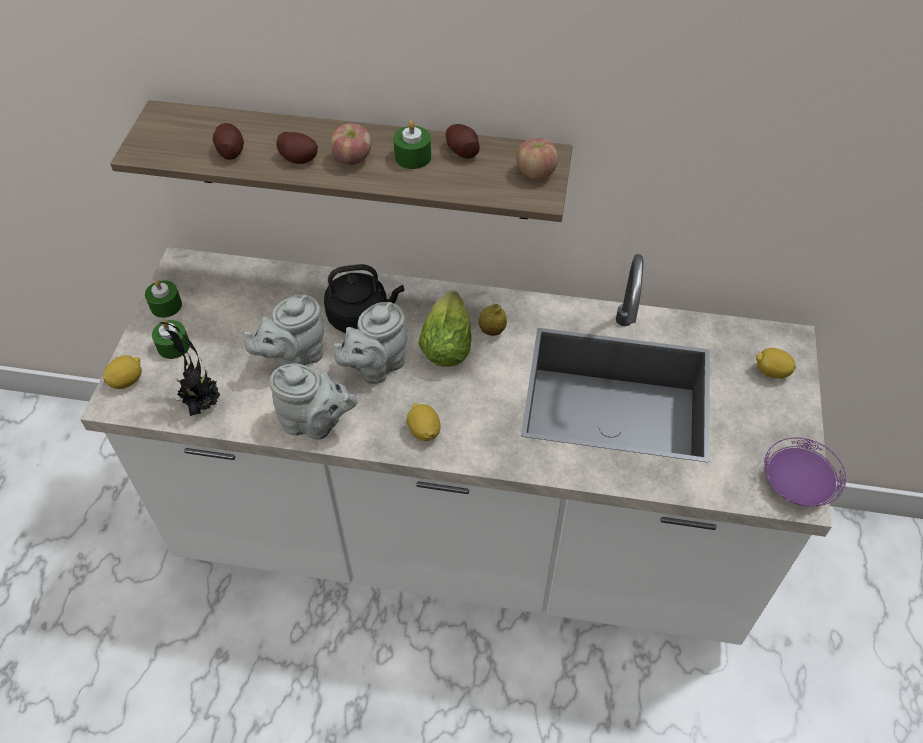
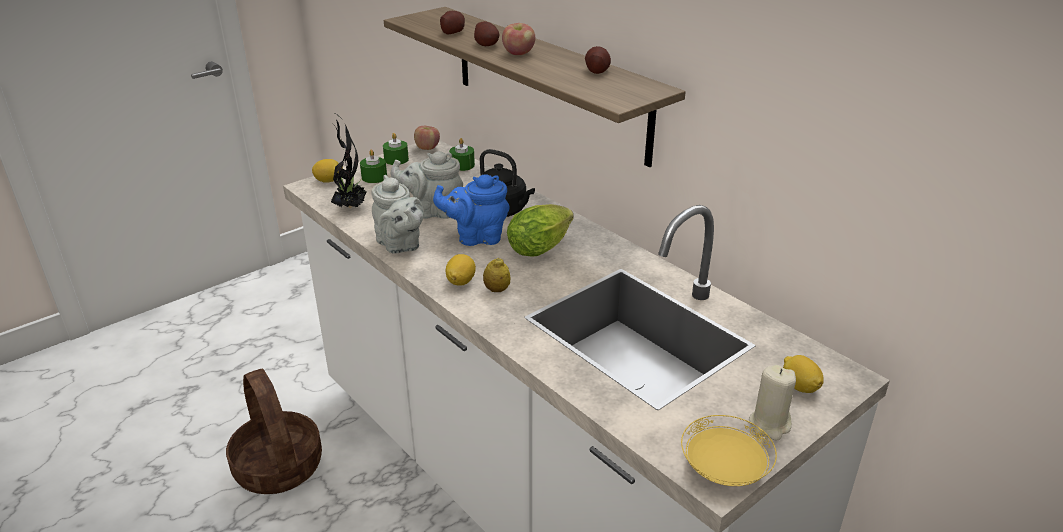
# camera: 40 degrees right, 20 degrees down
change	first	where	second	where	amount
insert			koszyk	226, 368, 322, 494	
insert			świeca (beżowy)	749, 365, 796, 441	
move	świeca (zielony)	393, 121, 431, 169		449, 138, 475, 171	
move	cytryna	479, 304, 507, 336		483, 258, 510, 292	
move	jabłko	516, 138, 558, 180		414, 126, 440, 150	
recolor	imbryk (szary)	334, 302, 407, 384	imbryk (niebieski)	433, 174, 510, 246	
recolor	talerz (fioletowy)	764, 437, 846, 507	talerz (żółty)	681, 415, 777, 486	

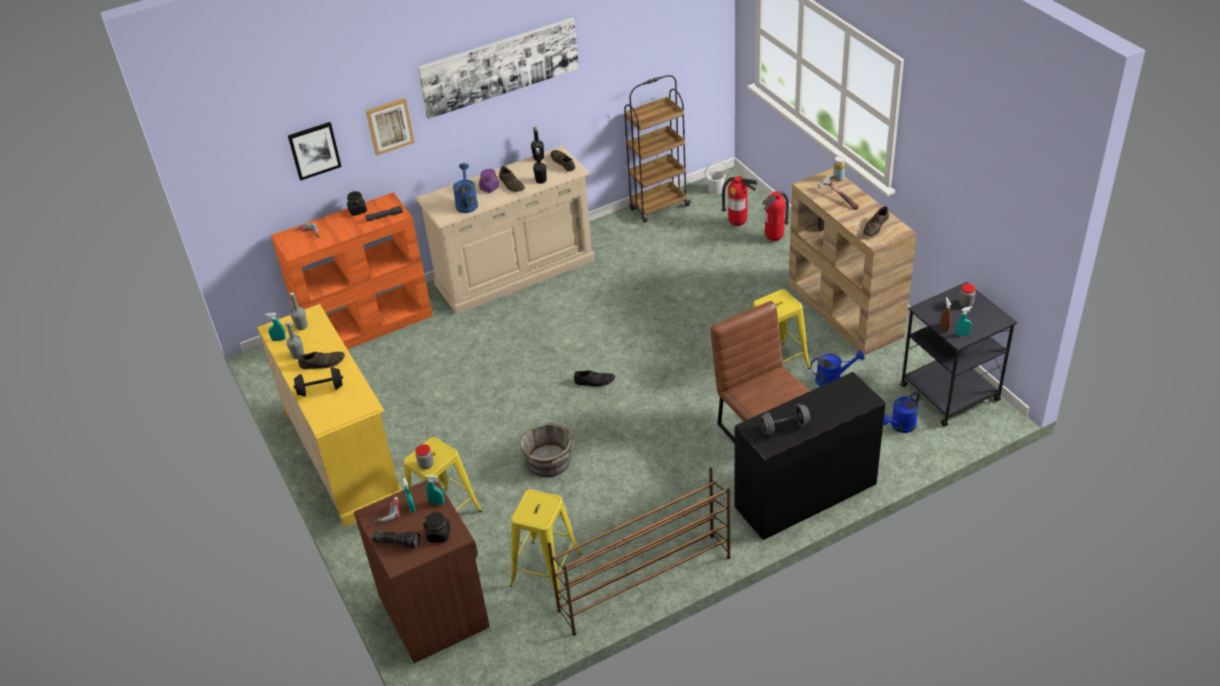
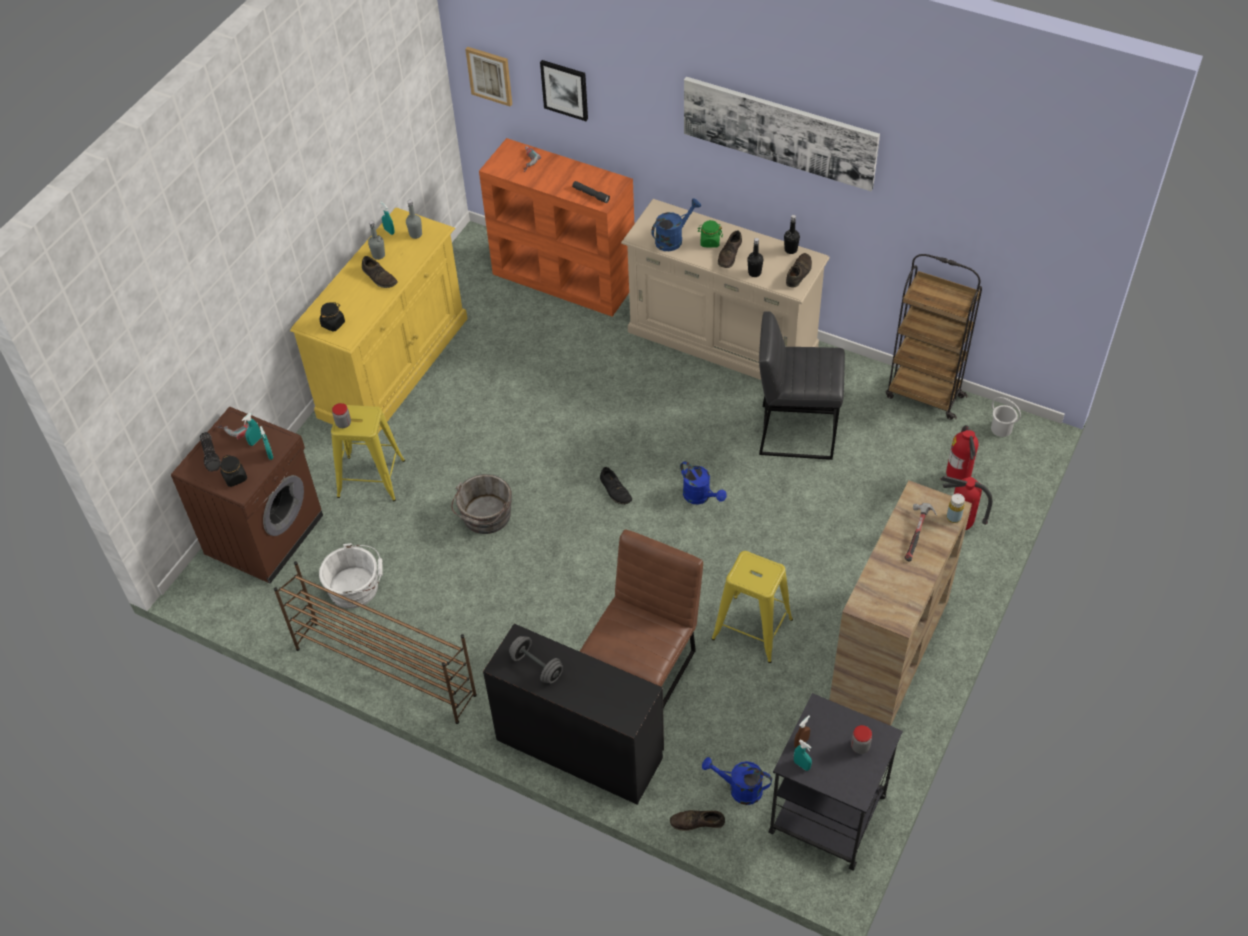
# camera: 55 degrees right, 10 degrees up
change	first	where	second	where	amount
delete	hantel (czarny)	294, 367, 343, 397			
insert			stołek (szary)	759, 311, 845, 460	
move	słoik (czarny)	347, 191, 367, 216		320, 302, 345, 332	
move	obraz	366, 98, 414, 155		465, 47, 512, 106	
move	konewka (niebieski)	810, 350, 865, 386		680, 461, 726, 505	
move	but (brązowy)	863, 206, 889, 237		670, 810, 725, 831	
replace	stołek (żółty)	510, 489, 581, 599	wiadro (biały)	319, 543, 383, 609	
recolor	słoik (fioletowy)	479, 169, 499, 193	słoik (zielony)	698, 220, 723, 248	

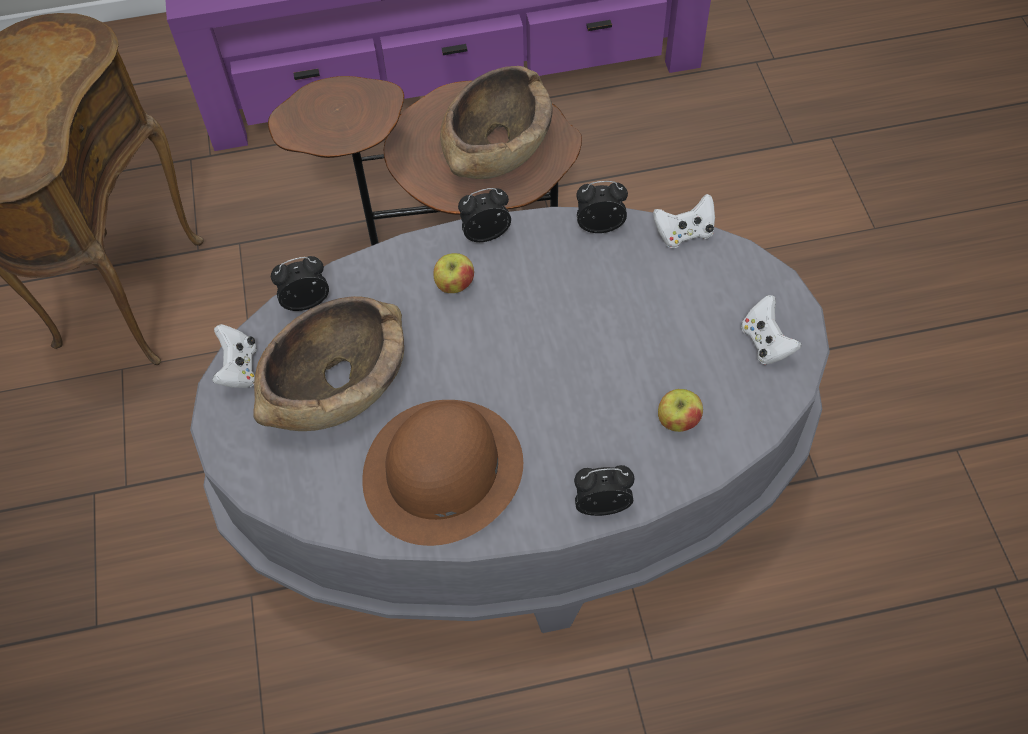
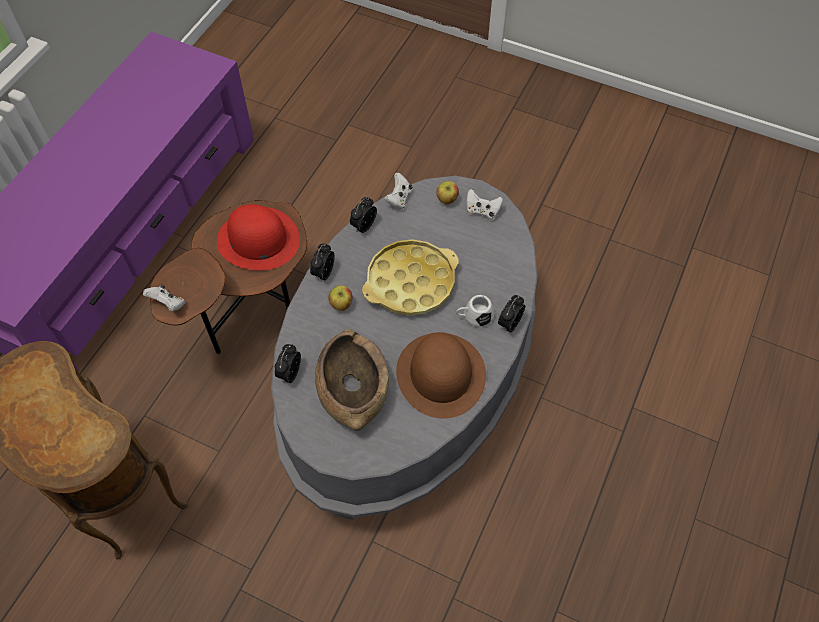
# camera: 55 degrees left, 0 degrees up
change	first	where	second	where	amount
insert			taca (żółty)	362, 239, 459, 316	
insert			kubek (biały)	456, 295, 494, 327	
move	pad do gier (biały)	212, 324, 256, 388		143, 285, 185, 311	
move	jabłko	658, 389, 703, 432		436, 181, 459, 205	
replace	miska (brązowy)	440, 66, 553, 179	kapelusz (czerwony)	217, 204, 300, 270	

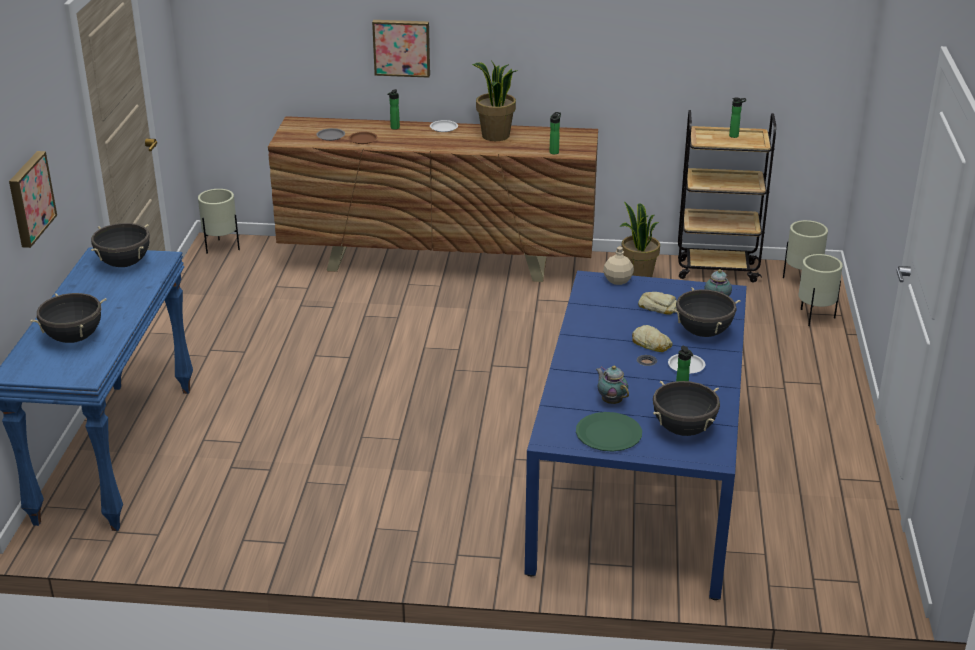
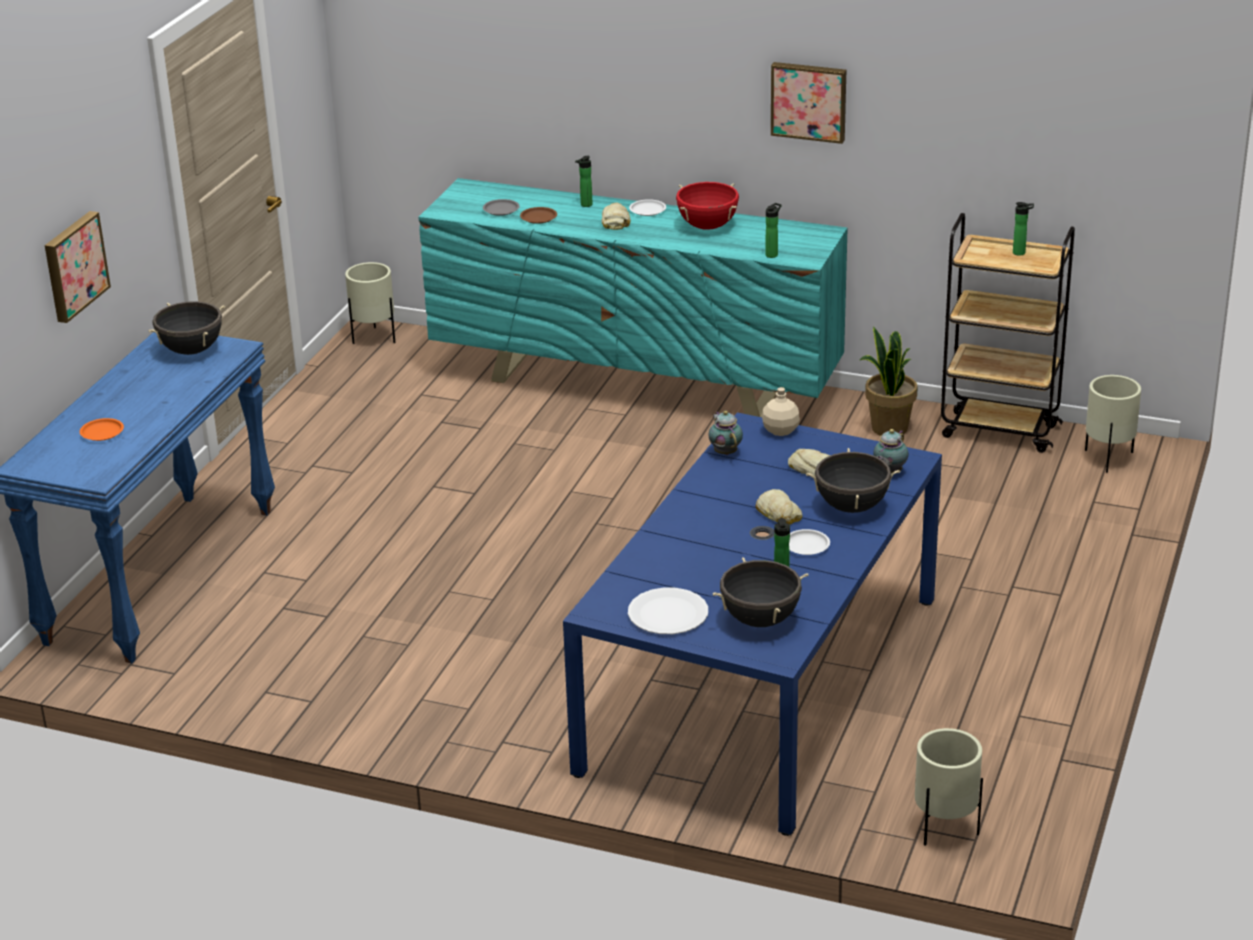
# camera: 15 degrees right, 0 degrees up
change	first	where	second	where	amount
insert			chleb	602, 203, 631, 230	
move	obraz	372, 20, 430, 78		771, 62, 846, 144	
move	imbryk	596, 366, 629, 404		708, 411, 743, 455	
move	donica (beżowy)	798, 254, 843, 326		915, 728, 983, 846	
replace	garnek (czarny)	30, 293, 107, 343	talerz (pomarańczowy)	80, 418, 124, 441	
replace	roślina doniczkowa	471, 61, 517, 141	garnek (czerwony)	676, 182, 739, 230	
recolor	szafka (brązowy)	268, 116, 598, 282	szafka (turkusowy)	418, 178, 848, 417	
recolor	talerz (zielony)	576, 412, 642, 452	talerz (biały)	628, 588, 708, 634	

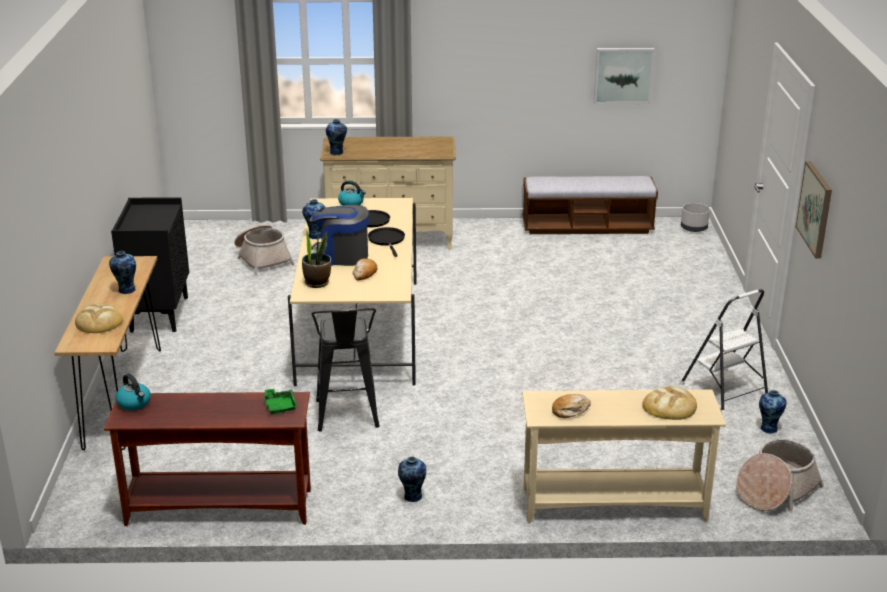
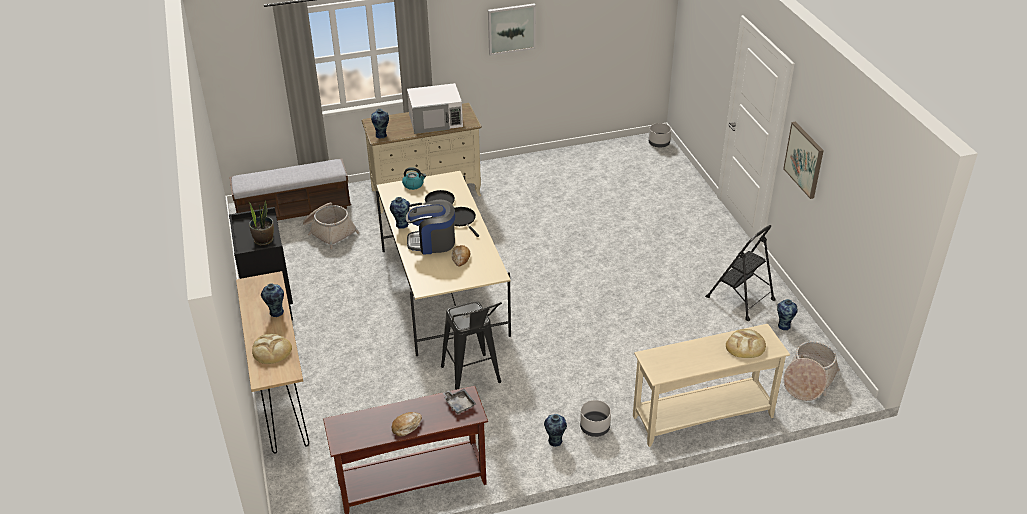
# camera: 15 degrees left, 10 degrees up
change	first	where	second	where	amount
delete	czajnik	115, 374, 151, 411			
insert			mikrofalówka (biały)	407, 83, 463, 134	
insert			donica (szary)	580, 400, 611, 437	
move	roślina doniczkowa	302, 230, 331, 288		248, 201, 274, 246	
move	ławka	522, 176, 658, 234		229, 159, 351, 221	
move	chleb	552, 394, 591, 418		392, 412, 422, 437	
move	obraz	594, 48, 655, 104		488, 3, 536, 56	
recolor	taca (zielony)	264, 389, 298, 414	taca (szary)	443, 389, 476, 414	
recolor	drabinka (biały)	679, 289, 768, 416	drabinka (czarny)	705, 225, 776, 321	

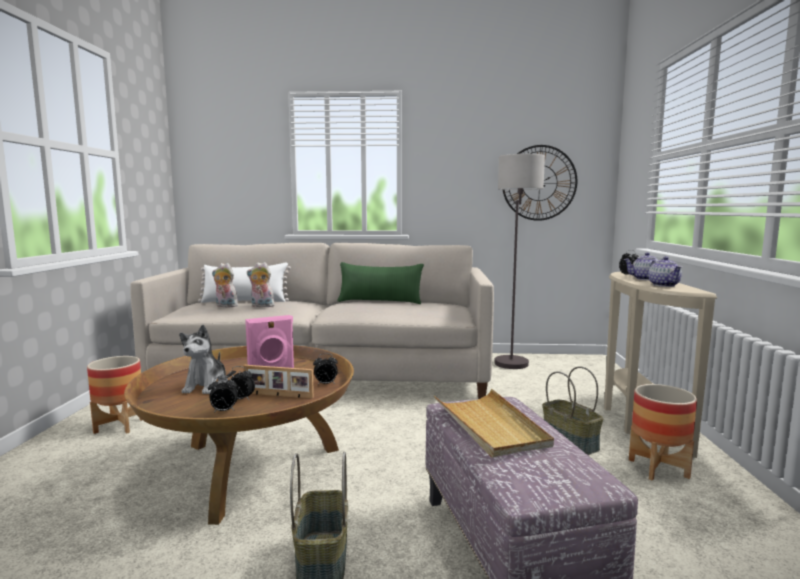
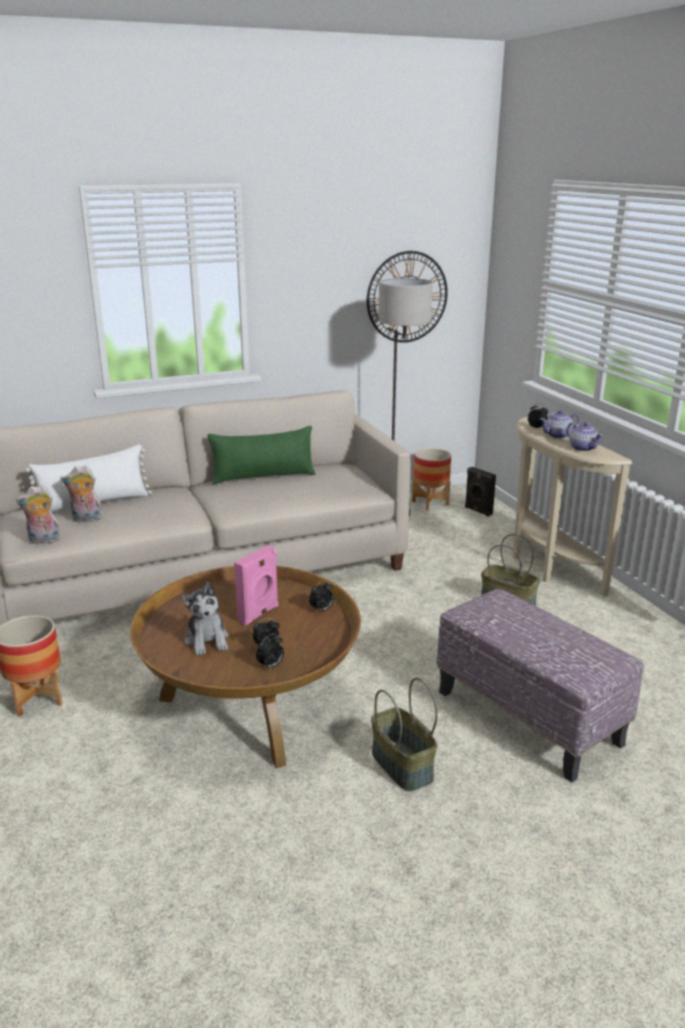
# camera: 25 degrees left, 15 degrees up
change	first	where	second	where	amount
delete	ramka na zdjęcie	243, 365, 314, 399			
delete	taca (beżowy)	434, 389, 554, 457			
insert			głośnik (czarny)	465, 467, 496, 517	
move	pluszak	247, 262, 276, 307		16, 485, 61, 544	
move	donica	629, 384, 697, 481		412, 448, 451, 511	

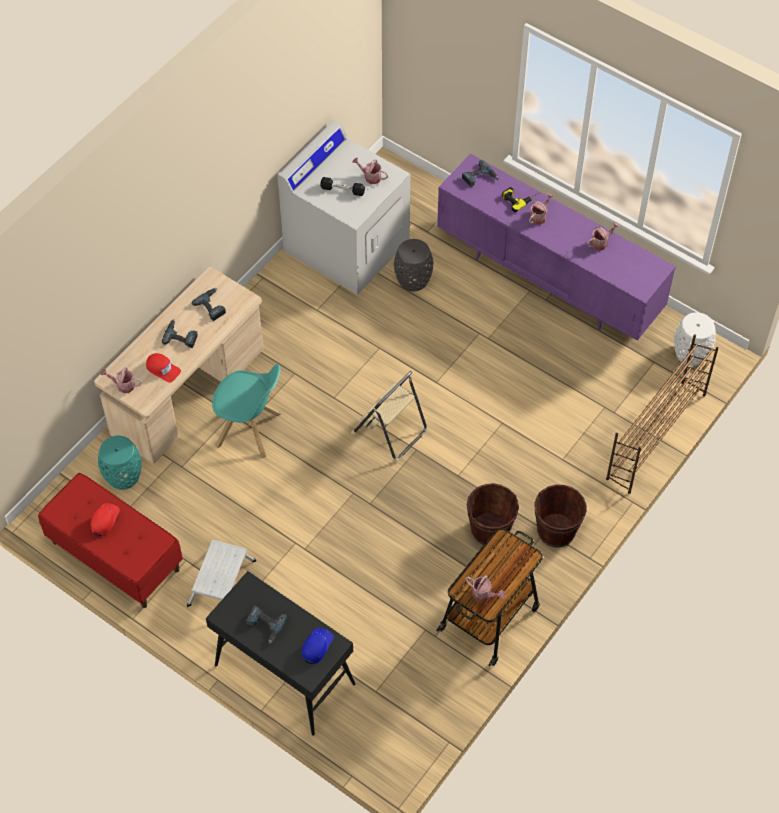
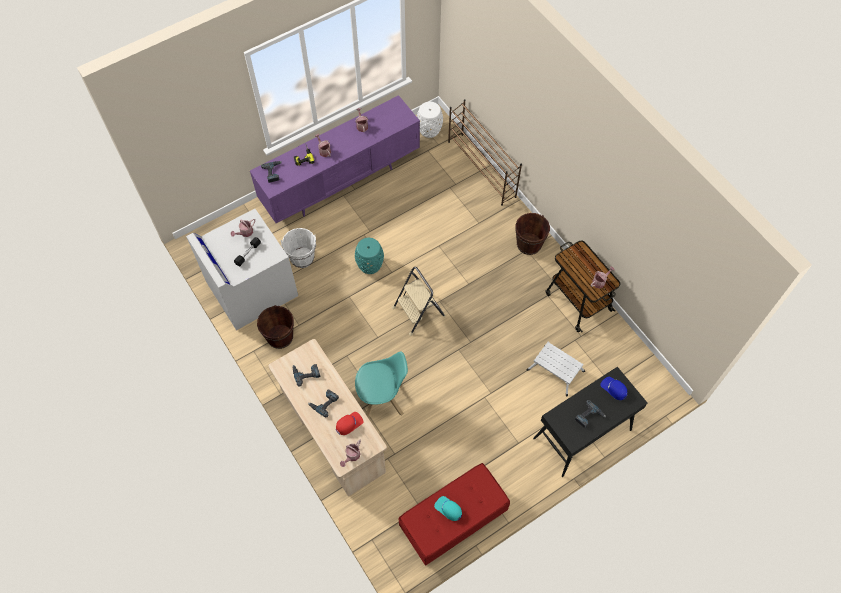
# camera: 70 degrees left, 5 degrees up
change	first	where	second	where	amount
move	stołek (turkusowy)	98, 436, 142, 490		355, 238, 384, 274	
move	drabinka (biały)	187, 539, 256, 607		527, 342, 585, 397	
move	wiadro (brązowy)	467, 483, 519, 545		257, 305, 294, 349	
replace	stołek (szary)	394, 239, 433, 291	wiadro (biały)	281, 228, 316, 268	
recolor	czapka z daszkiem (czerwony)	91, 503, 120, 536	czapka z daszkiem (turkusowy)	434, 496, 462, 521	
rotate	krzesło (turkusowy)	212, 364, 281, 458		355, 351, 408, 419	45 degrees clockwise

